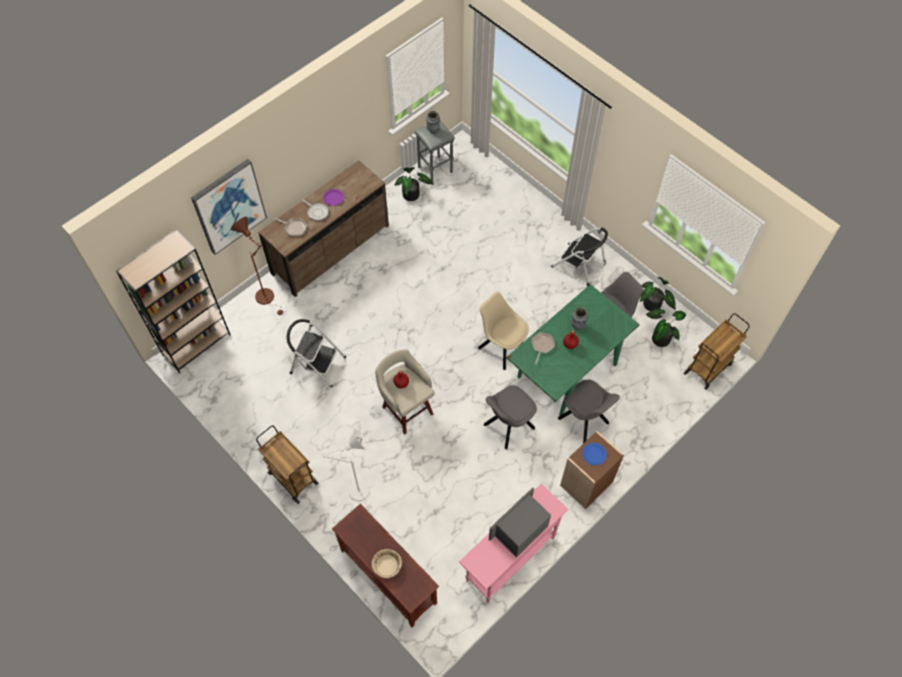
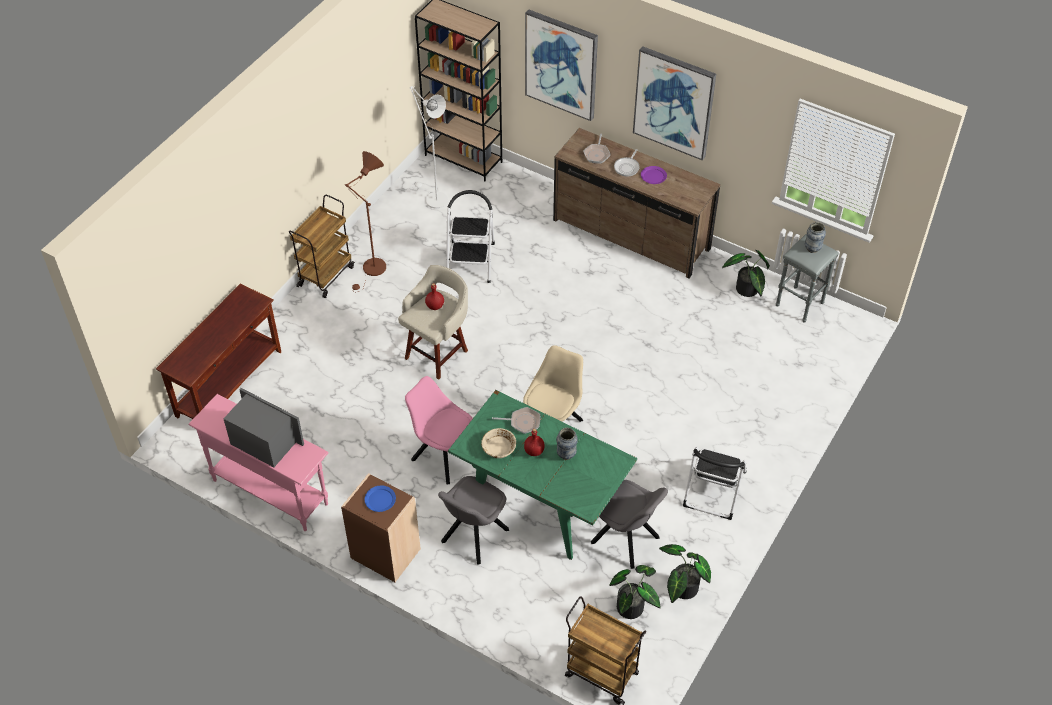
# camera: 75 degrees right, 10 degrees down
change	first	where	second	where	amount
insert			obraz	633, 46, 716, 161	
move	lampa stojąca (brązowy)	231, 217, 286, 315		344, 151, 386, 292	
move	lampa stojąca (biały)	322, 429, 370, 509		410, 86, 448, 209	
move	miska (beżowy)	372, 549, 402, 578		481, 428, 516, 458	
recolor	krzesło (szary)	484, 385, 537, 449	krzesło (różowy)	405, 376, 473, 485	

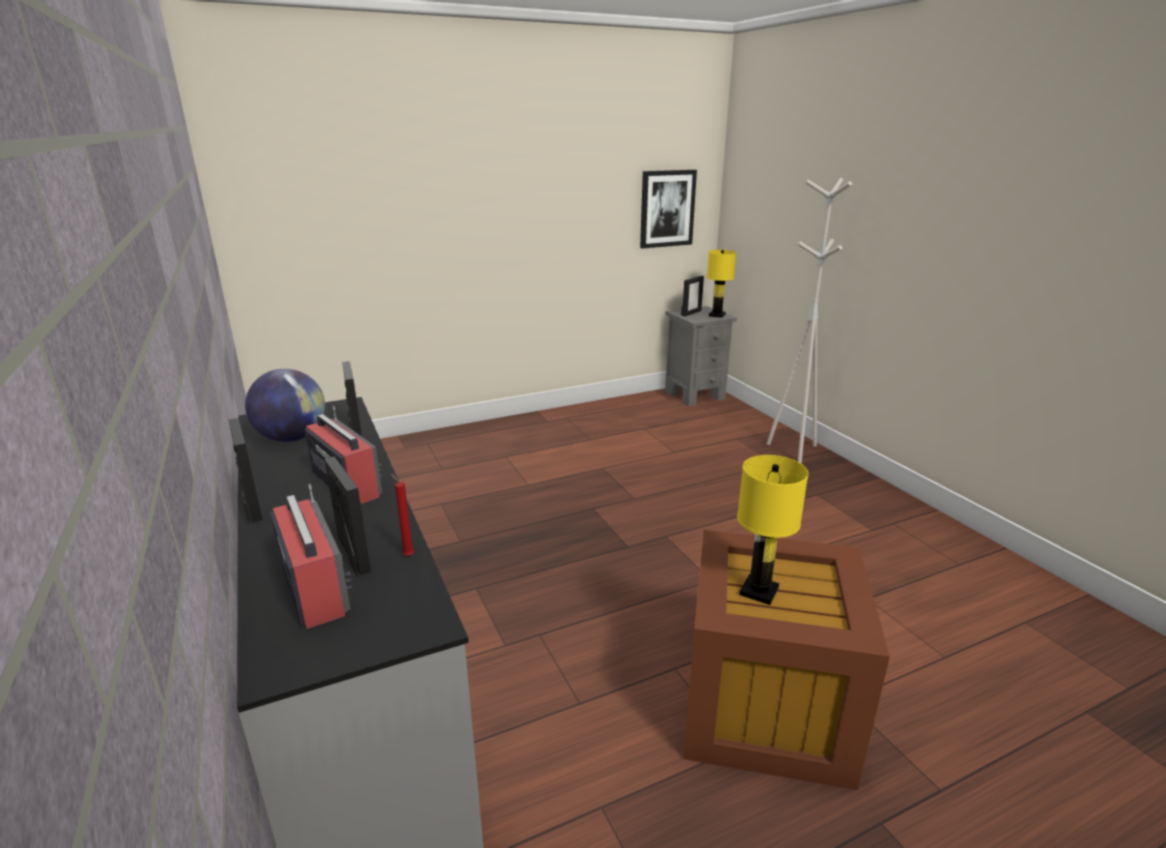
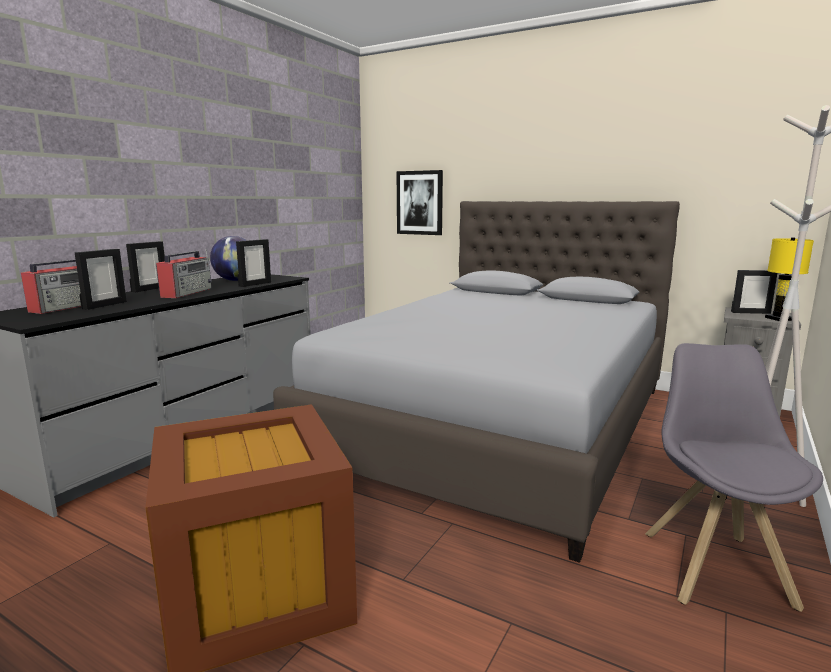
# camera: 55 degrees right, 10 degrees down
change	first	where	second	where	amount
delete	świeca (czerwony)	391, 474, 414, 556			
delete	lampa stołowa (żółty)	737, 455, 809, 605			
insert			łóżko (szary)	273, 201, 680, 563	
insert			krzesło (szary)	645, 343, 823, 612	
move	obraz	640, 170, 697, 249		397, 170, 443, 235	

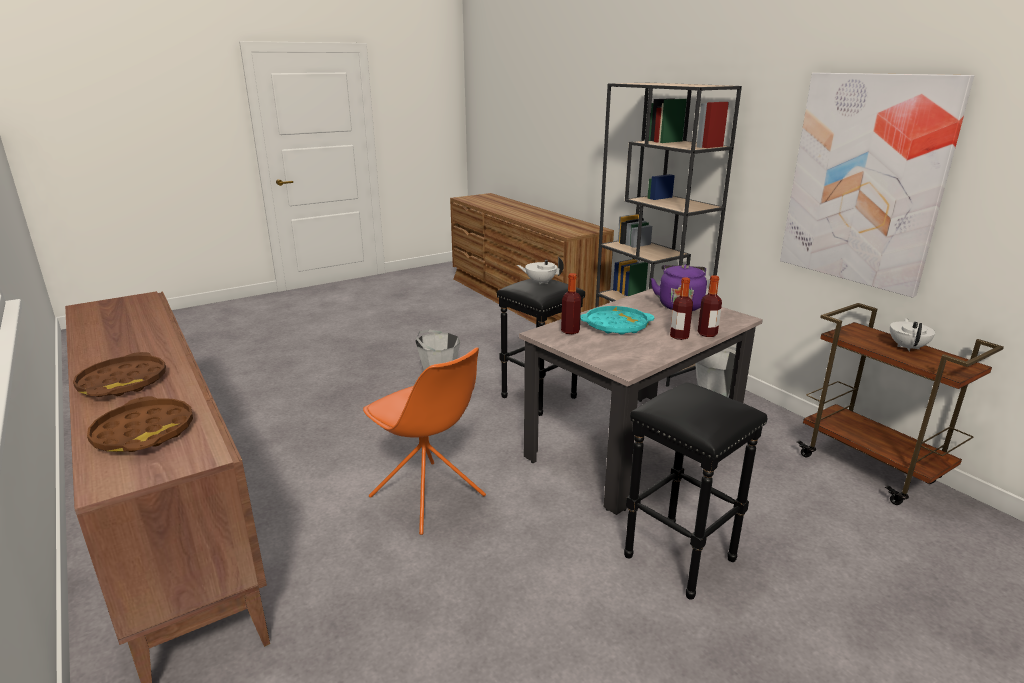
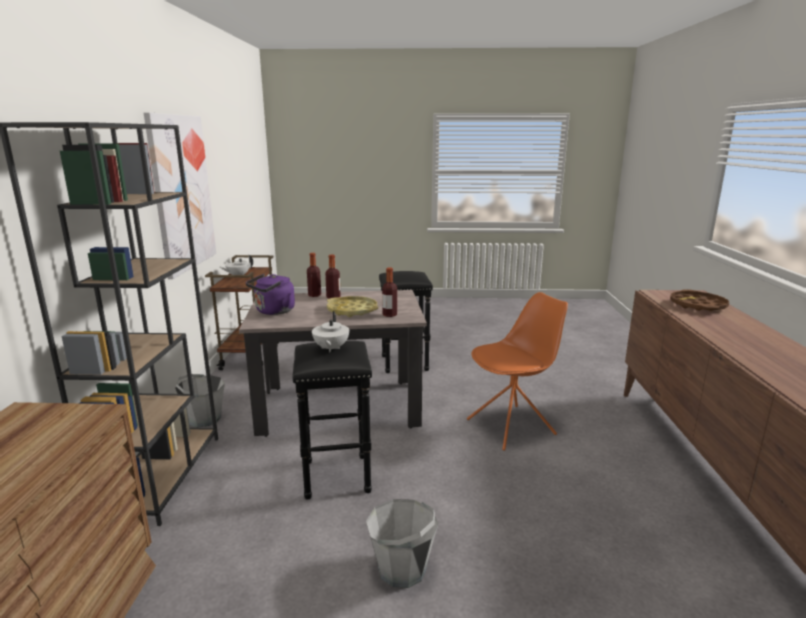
# camera: 145 degrees left, 5 degrees down
change	first	where	second	where	amount
delete	taca (brązowy)	73, 352, 166, 397			
recolor	taca (turkusowy)	580, 306, 654, 335	taca (żółty)	327, 296, 378, 317	
rotate	krzesło (pomarańczowy)	363, 347, 486, 535		467, 292, 568, 451	75 degrees clockwise
rotate	imbryk (biały)	517, 257, 564, 285		312, 311, 349, 352	45 degrees clockwise

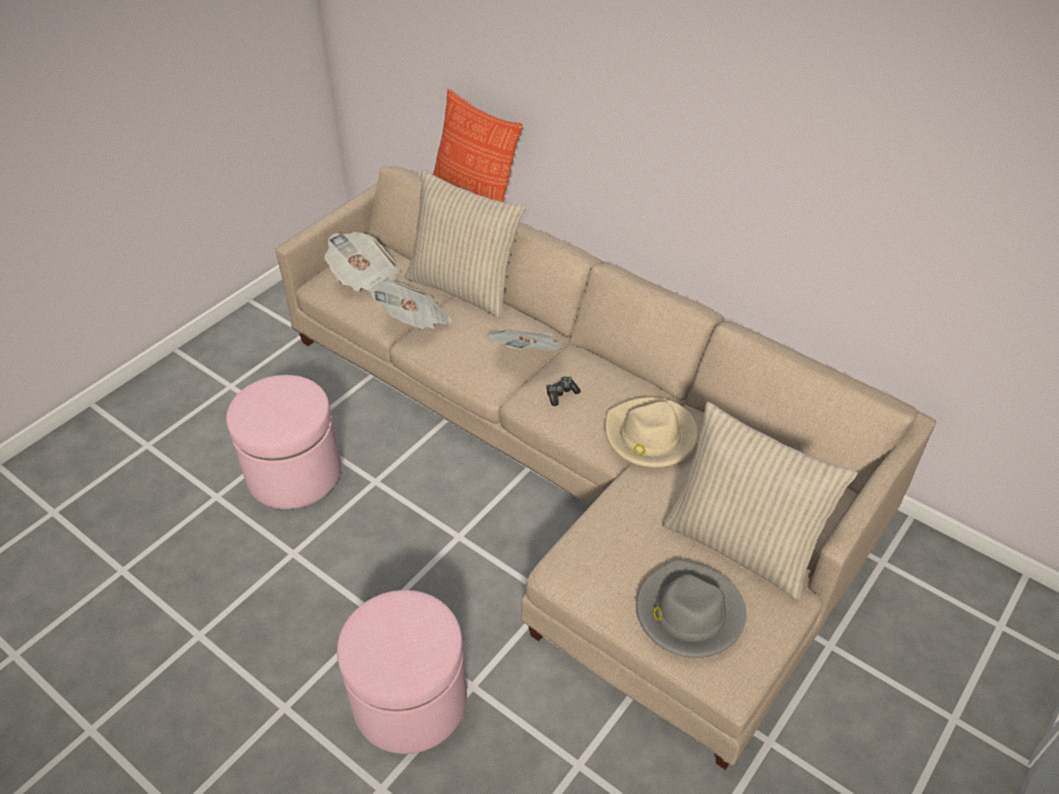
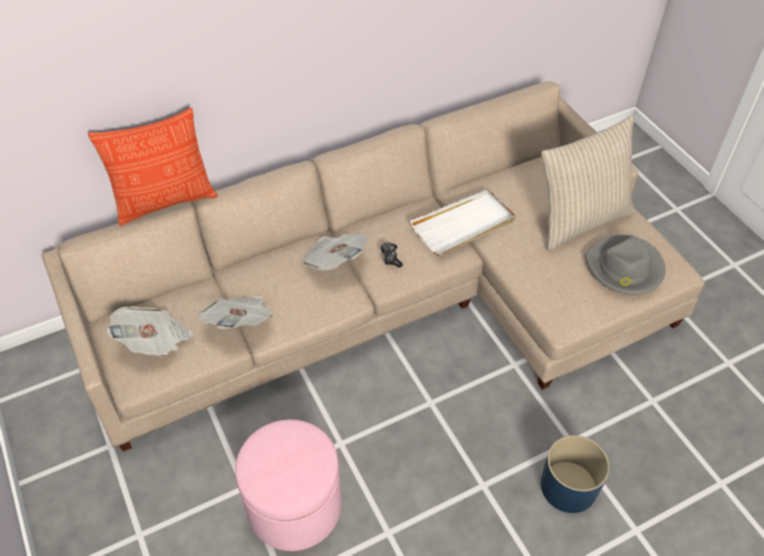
# camera: 65 degrees left, 5 degrees up
change	first	where	second	where	amount
delete	poduszka (beżowy)	405, 170, 525, 319			
replace	pufa (różowy)	337, 590, 467, 754	donica (niebieski)	541, 435, 610, 513	
replace	kapelusz (beżowy)	605, 397, 698, 468	taca (biały)	410, 189, 515, 256	

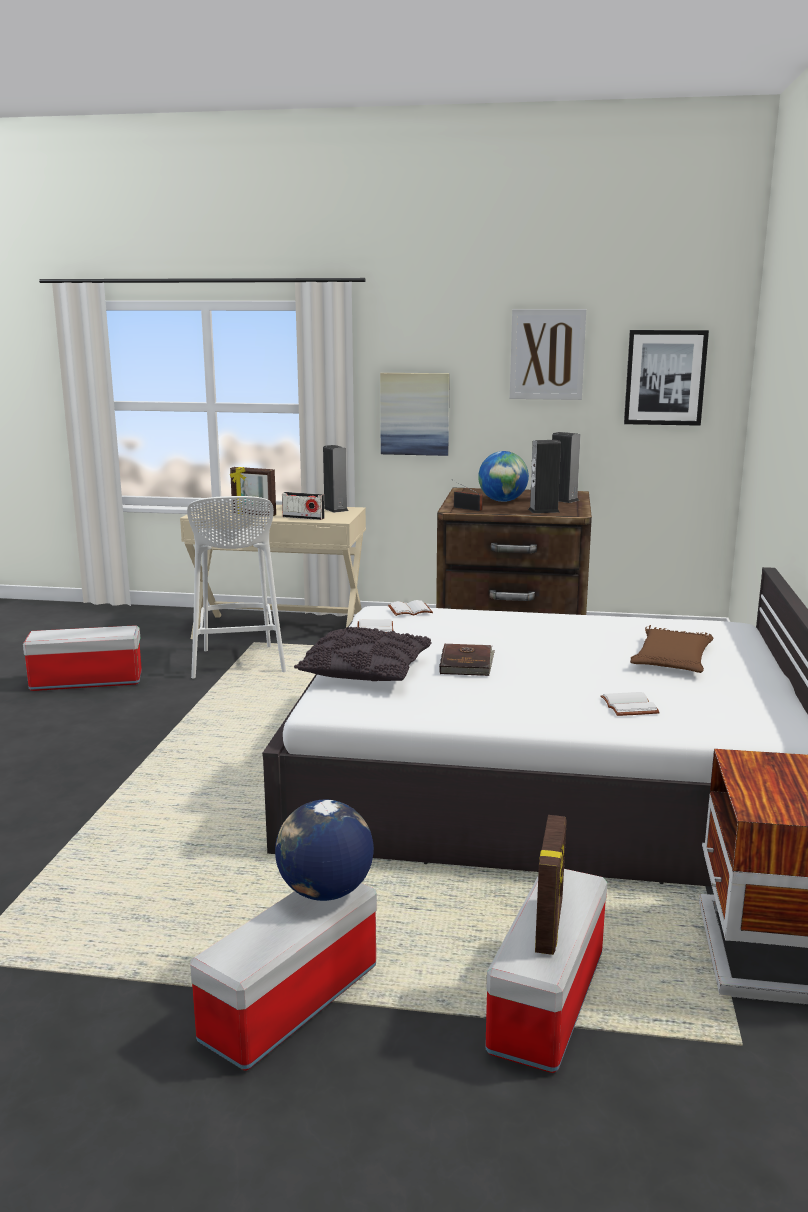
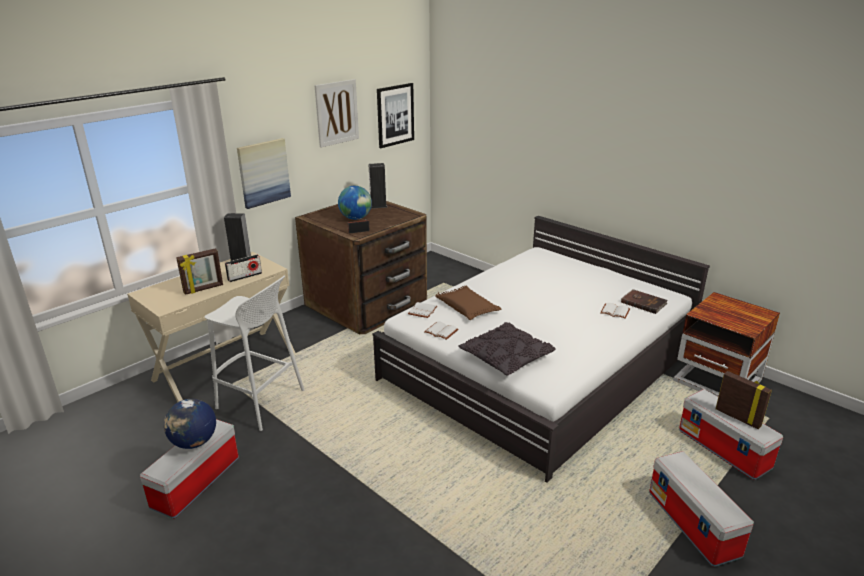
# camera: 55 degrees left, 10 degrees up
change	first	where	second	where	amount
delete	głośnik	528, 440, 561, 513			
move	globus	275, 800, 374, 901		164, 399, 216, 449	
move	książka (brązowy)	439, 643, 495, 676		621, 289, 667, 314	
move	poduszka (brązowy)	630, 625, 714, 673		435, 286, 501, 320	

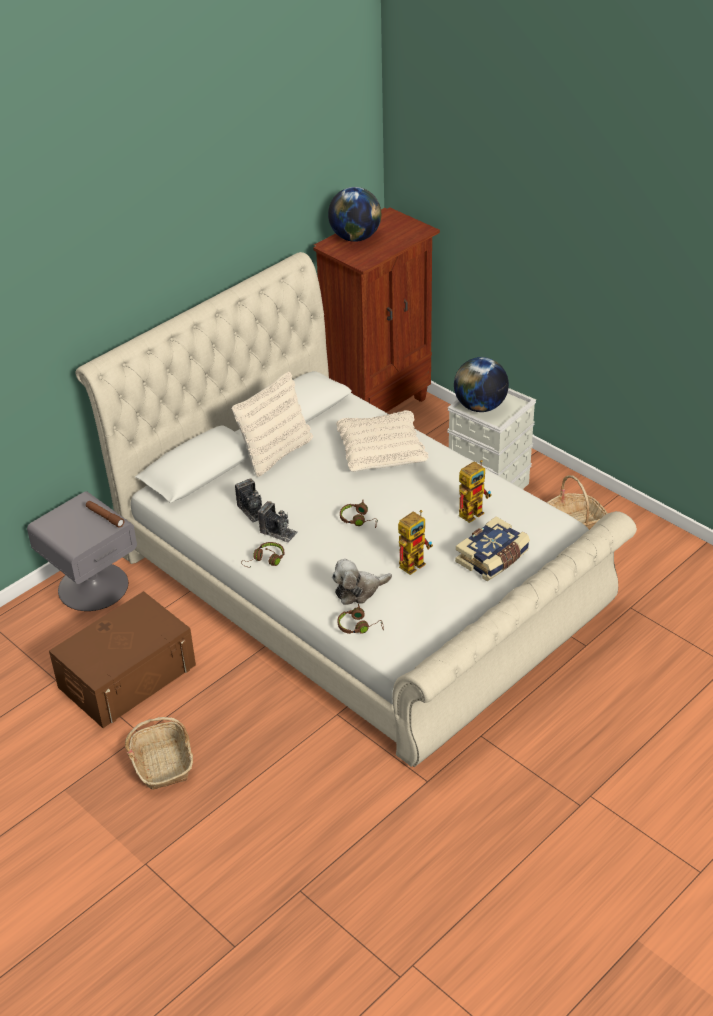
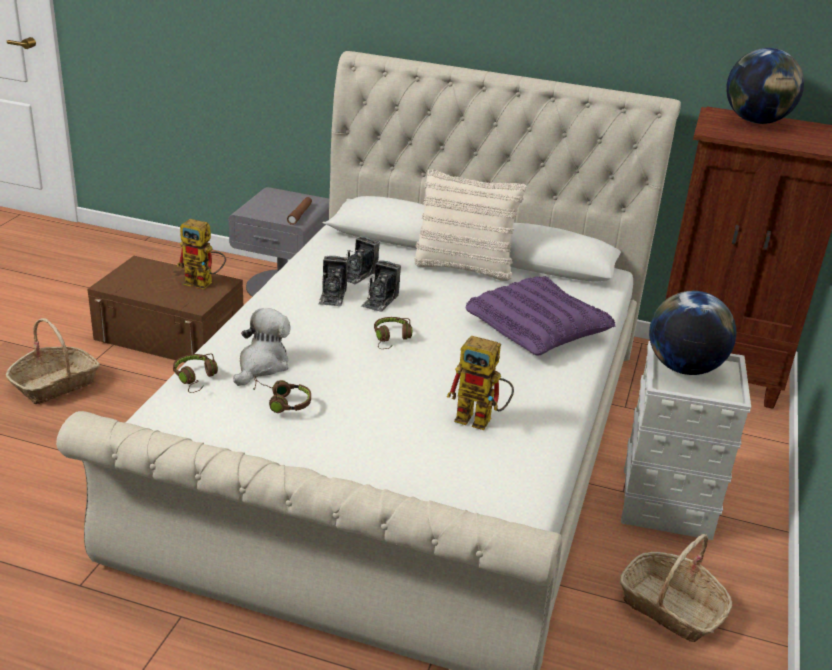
# camera: 60 degrees right, 10 degrees down
change	first	where	second	where	amount
delete	książka	455, 516, 530, 581			
insert			aparat fotograficzny	361, 260, 401, 312	
move	słuchawki (brązowy)	241, 542, 284, 568		253, 376, 311, 413	
move	robot zabawkowy	398, 510, 433, 575		177, 219, 226, 290	
recolor	poduszka (beżowy)	336, 410, 429, 472	poduszka (fioletowy)	466, 276, 615, 356	
rotate	pluszak	332, 559, 392, 605		233, 308, 291, 386	75 degrees clockwise

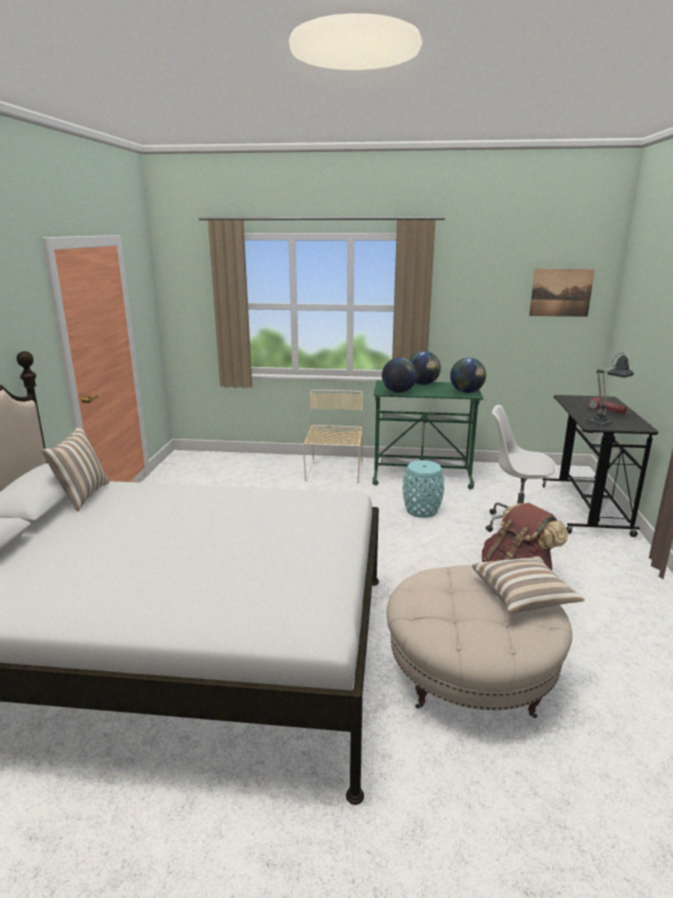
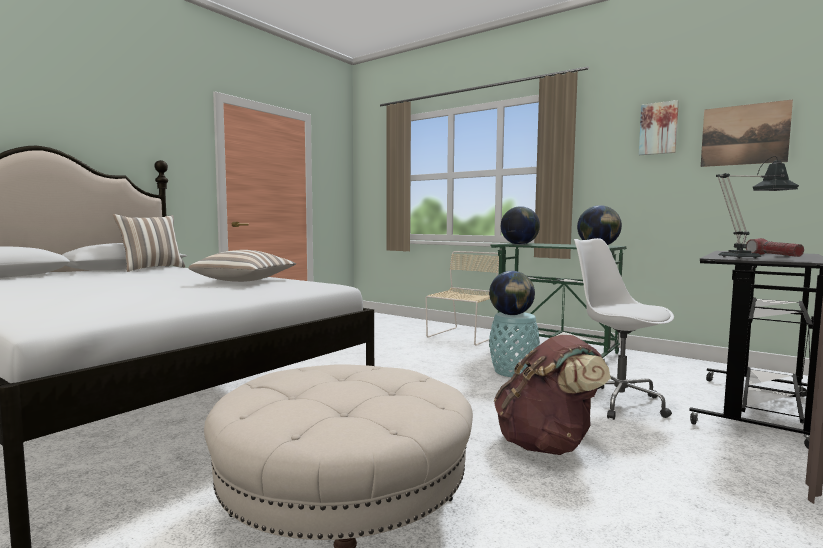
# camera: 30 degrees right, 15 degrees down
change	first	where	second	where	amount
insert			obraz	639, 100, 679, 155	
move	globus	409, 351, 441, 385		489, 271, 535, 315	
move	poduszka	472, 556, 585, 614		189, 250, 296, 282	

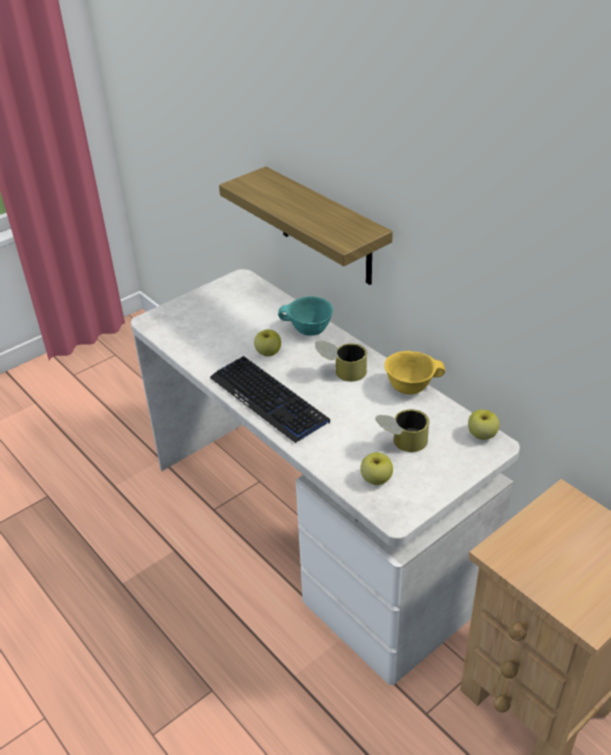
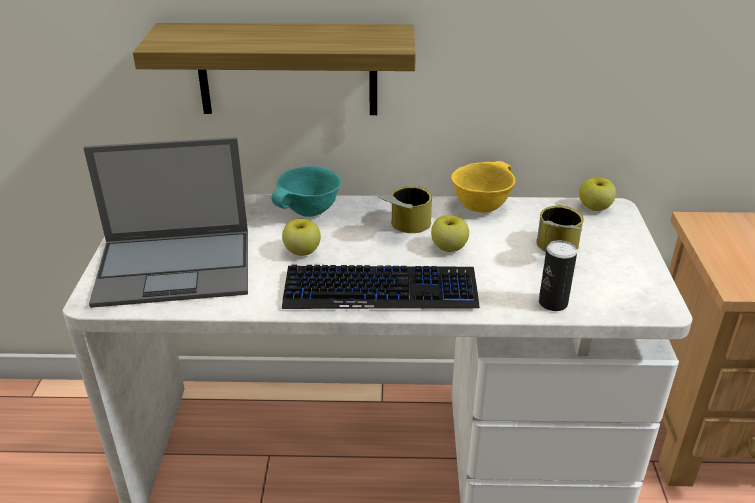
# camera: 50 degrees left, 5 degrees down
change	first	where	second	where	amount
insert			laptop	84, 137, 248, 308	
insert			puszka	539, 240, 577, 311	
move	jabłko	360, 453, 393, 485		431, 215, 469, 252	

